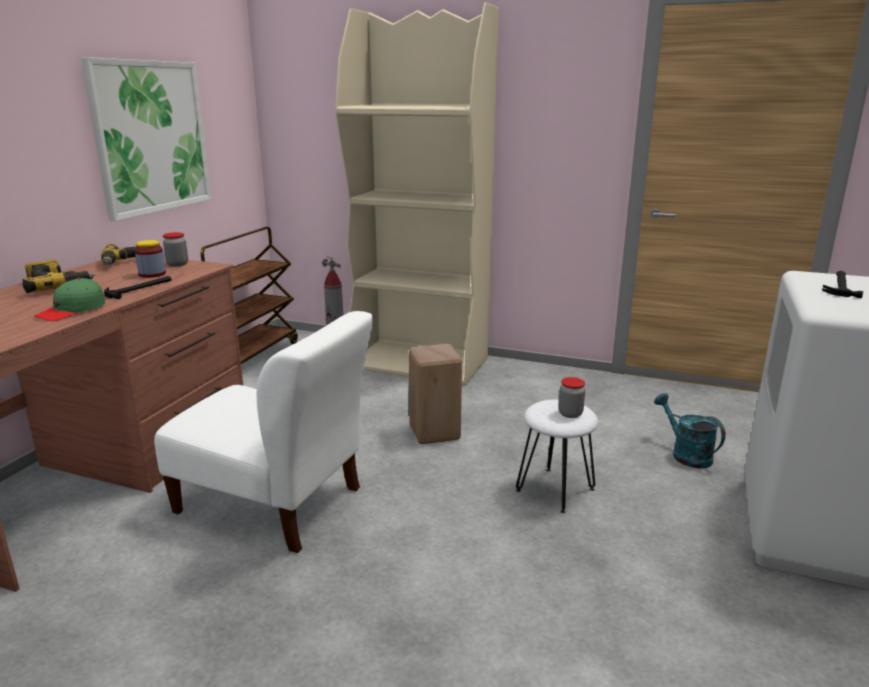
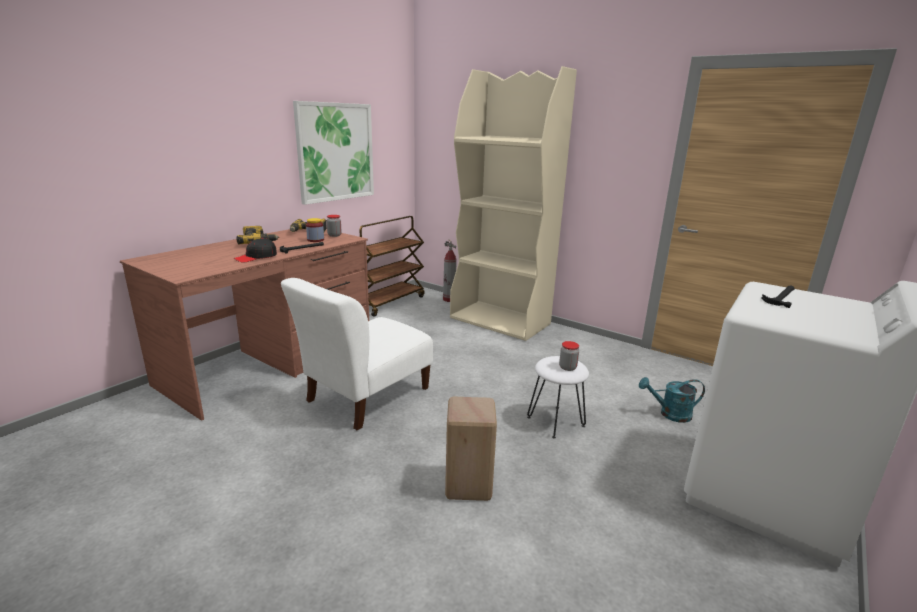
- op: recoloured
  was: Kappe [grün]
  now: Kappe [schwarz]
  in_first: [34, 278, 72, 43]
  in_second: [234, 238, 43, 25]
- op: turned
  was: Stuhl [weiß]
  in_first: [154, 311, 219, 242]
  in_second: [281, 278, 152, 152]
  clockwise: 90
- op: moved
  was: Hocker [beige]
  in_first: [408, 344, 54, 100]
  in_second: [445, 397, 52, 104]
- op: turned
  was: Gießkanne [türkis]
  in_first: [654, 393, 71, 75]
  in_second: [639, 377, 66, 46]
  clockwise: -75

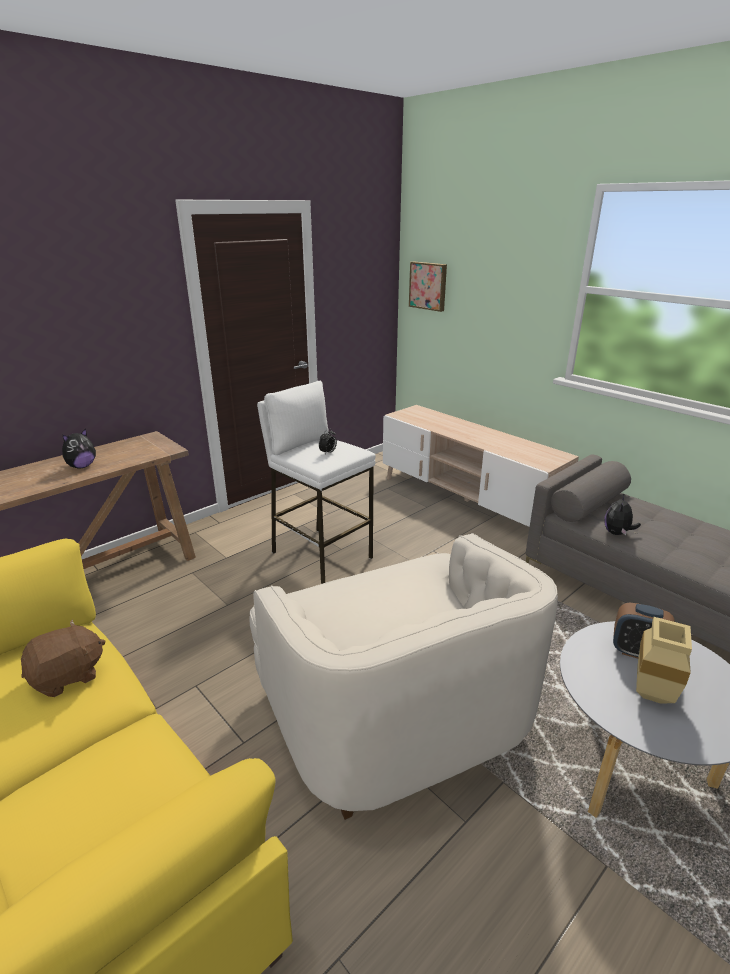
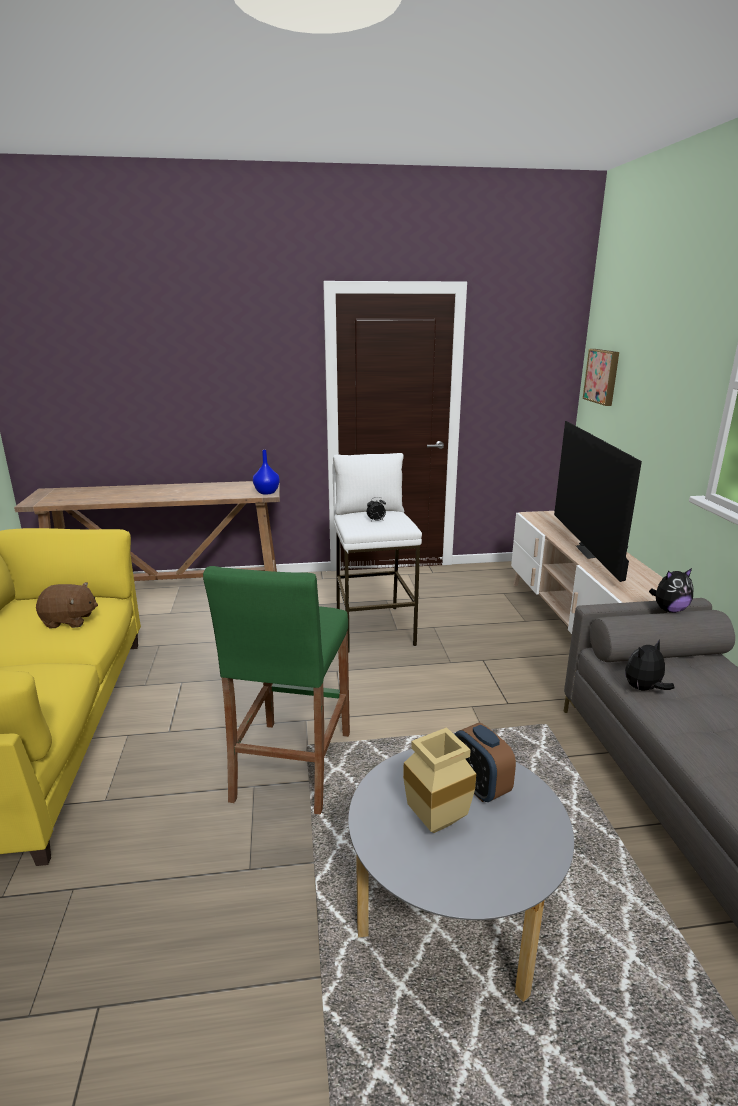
- op: replaced
  was: Sessel [weiß]
  now: Hocker [grün]
  in_first: [249, 533, 309, 287]
  in_second: [203, 566, 147, 249]
- op: added
  now: Vase [blau]
  in_second: [253, 450, 27, 45]
- op: added
  now: Fernseher
  in_second: [554, 421, 88, 161]
- op: moved
  was: Plüschtier
  in_first: [62, 428, 34, 40]
  in_second: [649, 568, 44, 45]

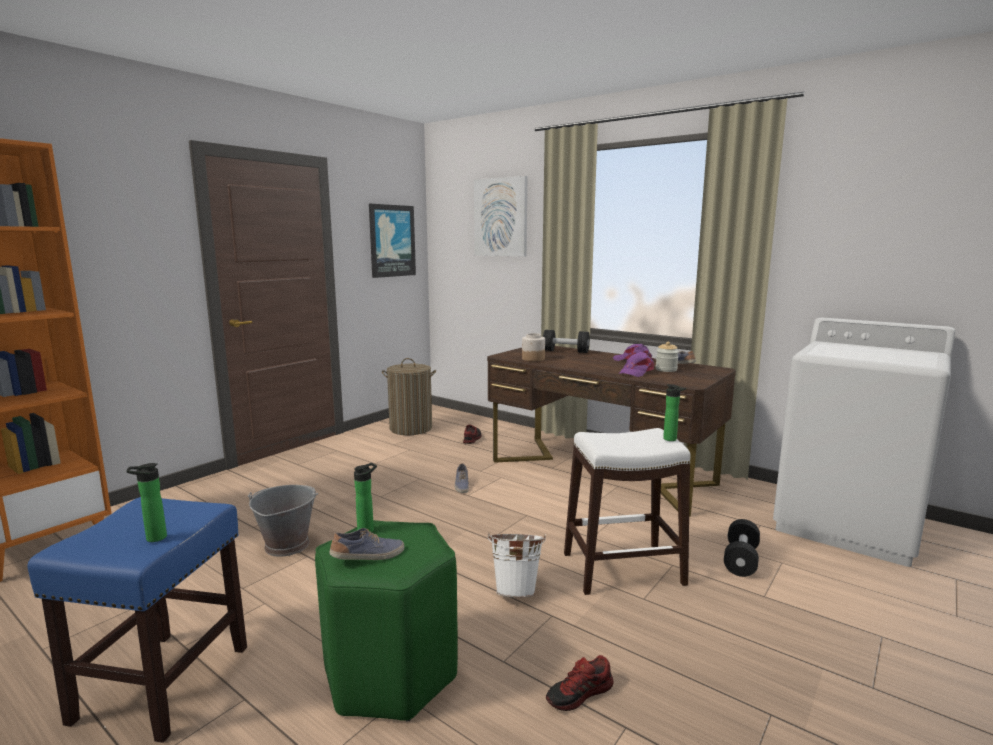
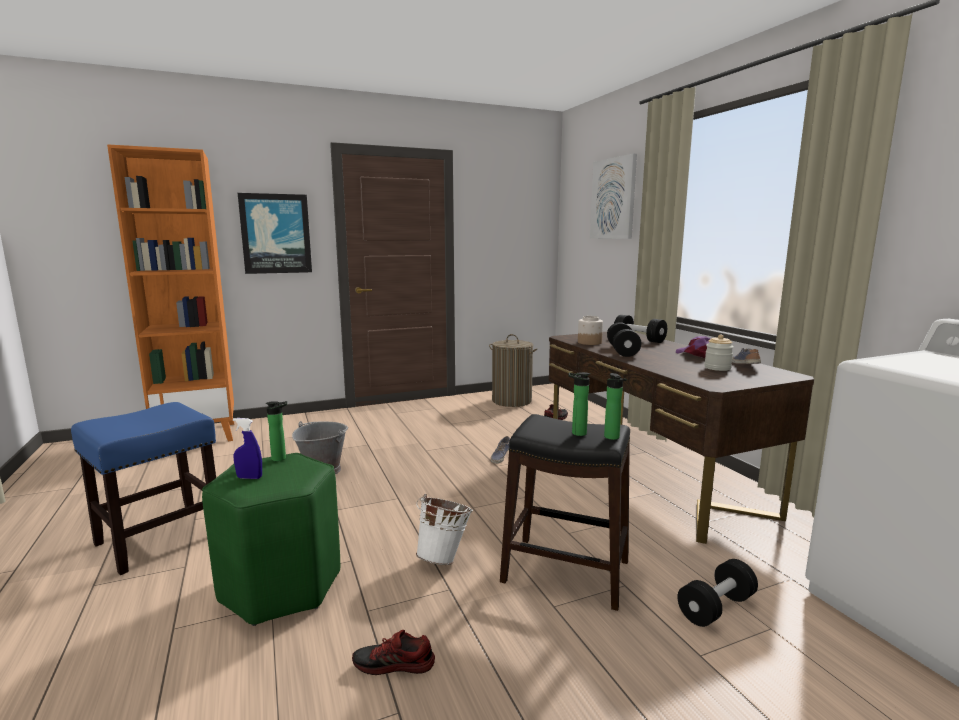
- op: replaced
  was: Schuh
  now: Sprühflasche [blau]
  in_first: [329, 528, 75, 32]
  in_second: [233, 418, 29, 61]
- op: moved
  was: Bild
  in_first: [369, 204, 47, 74]
  in_second: [238, 193, 74, 81]
- op: recoloured
  was: Hocker [weiß]
  now: Hocker [schwarz]
  in_first: [564, 428, 127, 167]
  in_second: [500, 414, 130, 197]
- op: moved
  was: Flasche
  in_first: [127, 463, 40, 79]
  in_second: [569, 372, 21, 64]
- op: added
  now: Hantel [schwarz]
  in_second: [607, 322, 34, 35]
- op: removed
  was: Kappe [lila]
  in_first: [619, 352, 35, 25]

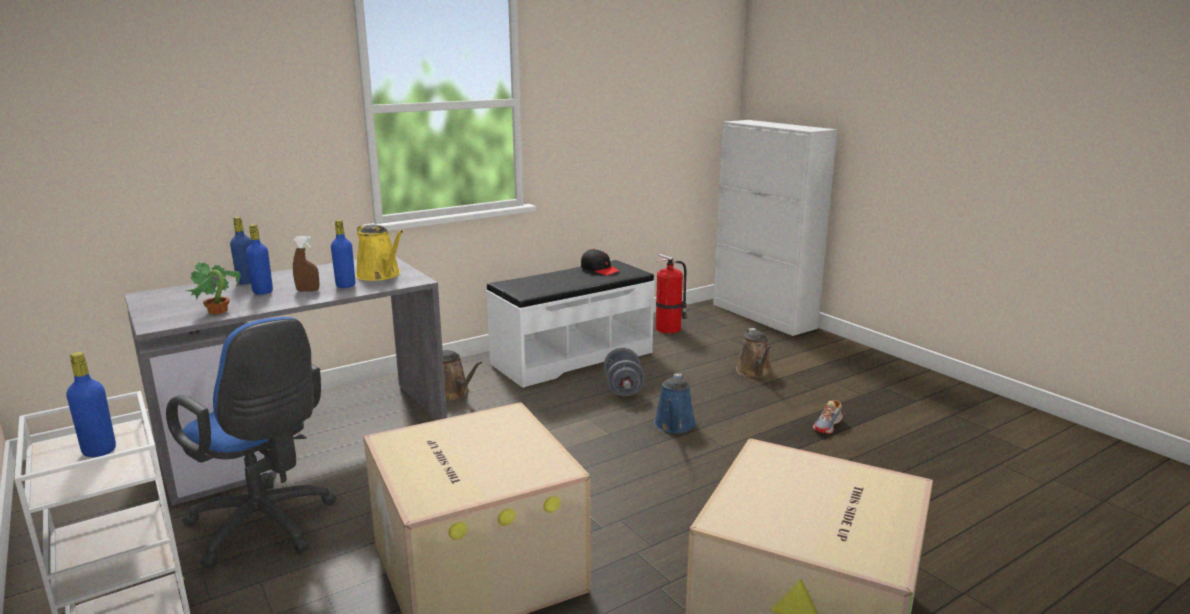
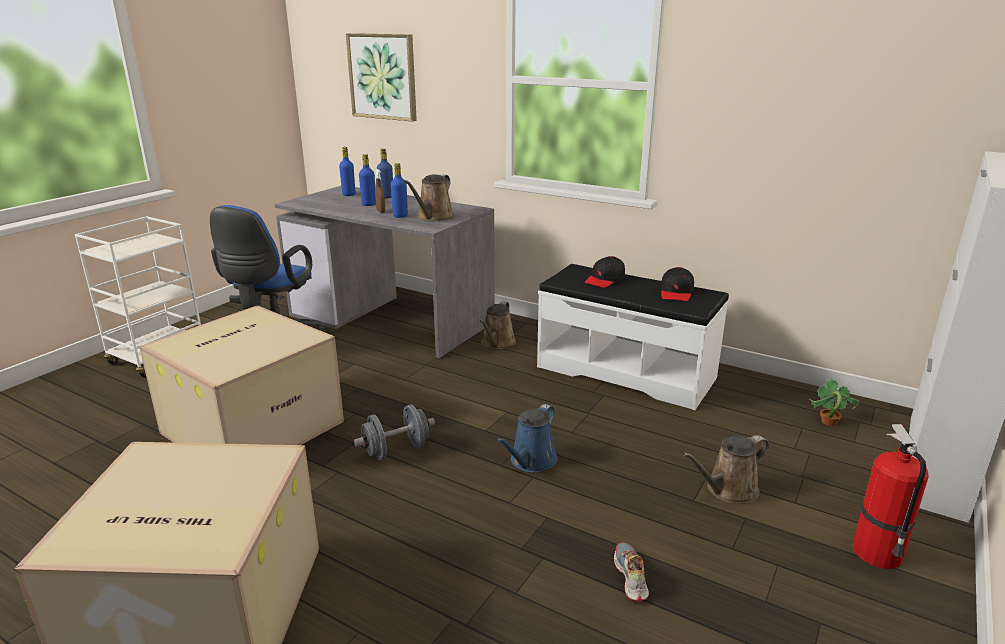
- op: moved
  was: Flasche [blau]
  in_first: [66, 352, 50, 105]
  in_second: [339, 147, 16, 49]
- op: added
  now: Bild
  in_second: [346, 33, 71, 89]
- op: moved
  was: Hantel [grau]
  in_first: [604, 348, 40, 48]
  in_second: [354, 405, 81, 55]
- op: recoloured
  was: Gießkanne [gelb]
  now: Gießkanne [braun]
  in_first: [356, 224, 48, 57]
  in_second: [404, 174, 50, 48]
- op: turned
  was: Gießkanne [blau]
  in_first: [654, 374, 42, 59]
  in_second: [496, 404, 61, 69]
  clockwise: -45
- op: added
  now: Kappe [schwarz]
  in_second: [584, 256, 41, 32]
- op: turned
  was: Schuh
  in_first: [813, 400, 30, 34]
  in_second: [614, 543, 35, 59]
  clockwise: 75
- op: moved
  was: Topfpflanze
  in_first: [186, 262, 55, 53]
  in_second: [809, 379, 51, 47]
- op: moved
  was: Feuerlöscher
  in_first: [656, 253, 31, 80]
  in_second: [853, 424, 76, 145]

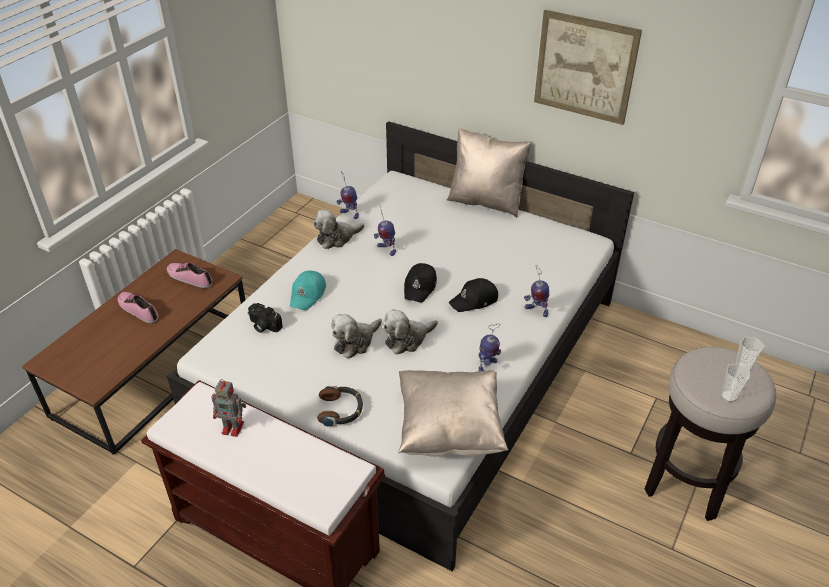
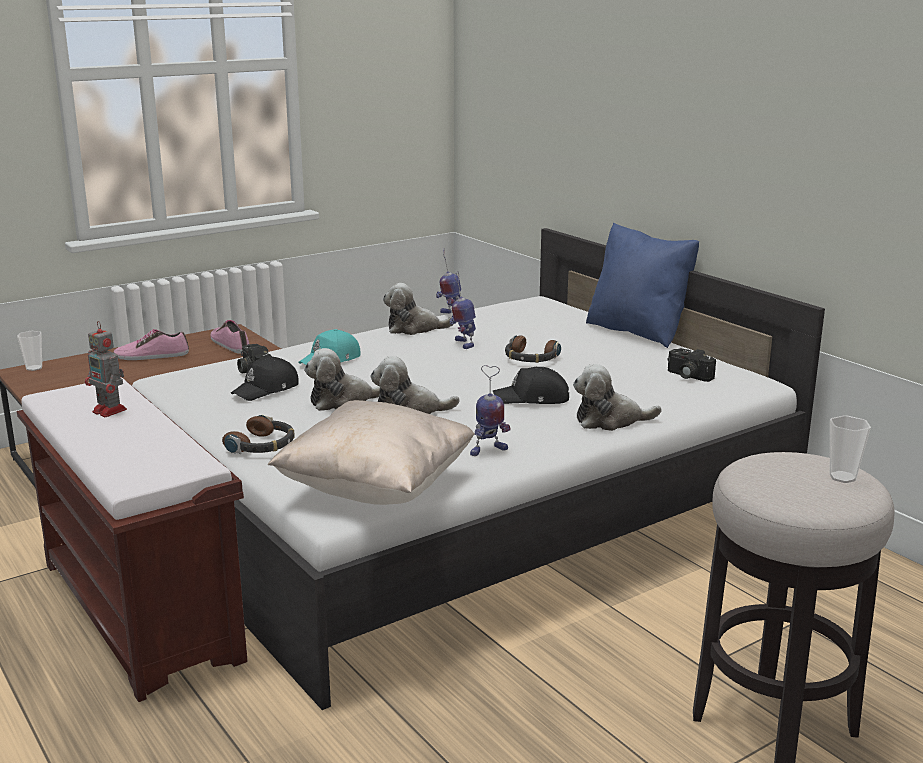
- op: moved
  was: Tasse
  in_first: [721, 364, 29, 38]
  in_second: [17, 331, 25, 40]
- op: turned
  was: Schuh
  in_first: [118, 292, 41, 31]
  in_second: [114, 329, 75, 31]
  clockwise: -75
- op: moved
  was: Kappe [schwarz]
  in_first: [404, 263, 33, 39]
  in_second: [231, 356, 68, 45]
- op: added
  now: Kopfhörer
  in_second: [505, 335, 56, 28]
- op: replaced
  was: Spielzeugroboter
  now: Plüschtier
  in_first: [524, 265, 25, 52]
  in_second: [573, 364, 88, 67]
- op: recoloured
  was: Kissen [beige]
  now: Kissen [blau]
  in_first: [447, 128, 84, 89]
  in_second: [586, 223, 113, 125]
- op: added
  now: Kamera
  in_second: [667, 348, 49, 34]
- op: removed
  was: Bild
  in_first: [534, 10, 108, 115]

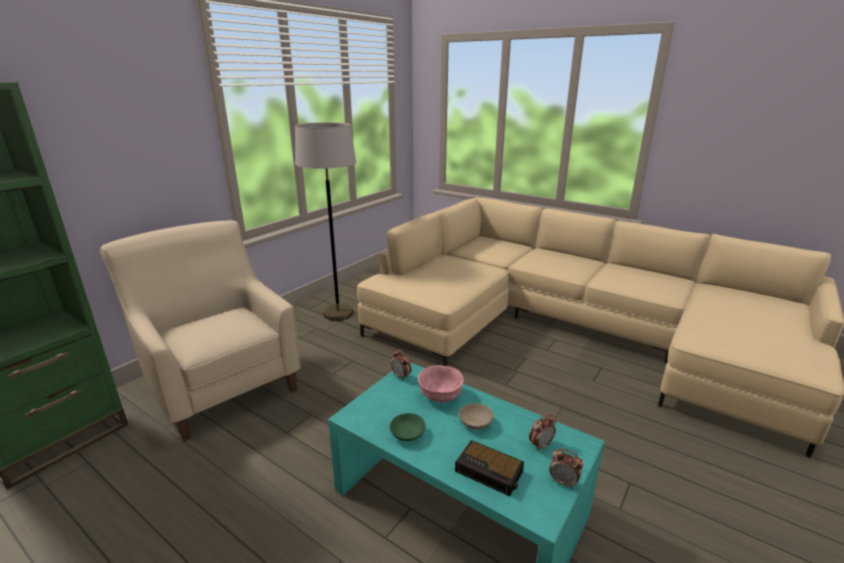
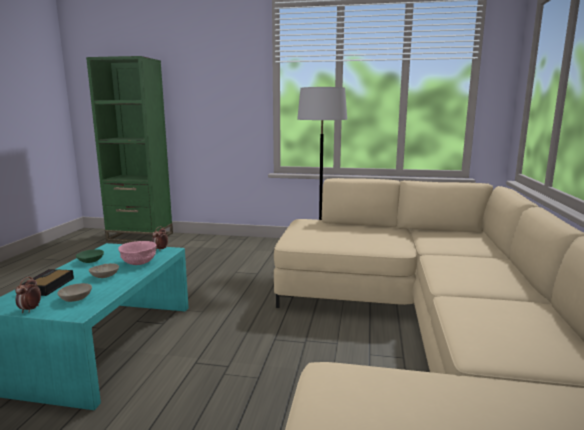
- op: replaced
  was: Wecker
  now: Schüssel [beige]
  in_first: [529, 414, 27, 37]
  in_second: [57, 283, 35, 19]
- op: removed
  was: Sessel [beige]
  in_first: [100, 220, 201, 222]

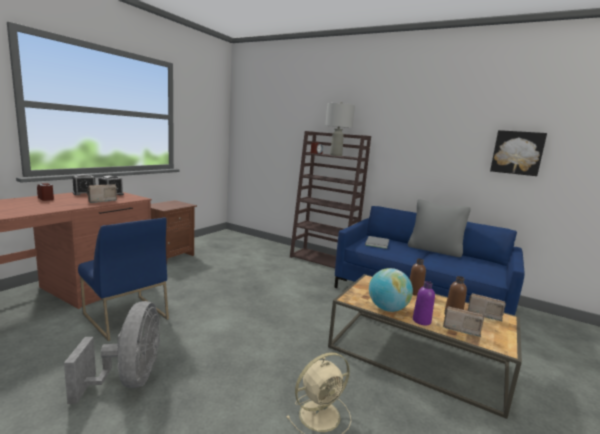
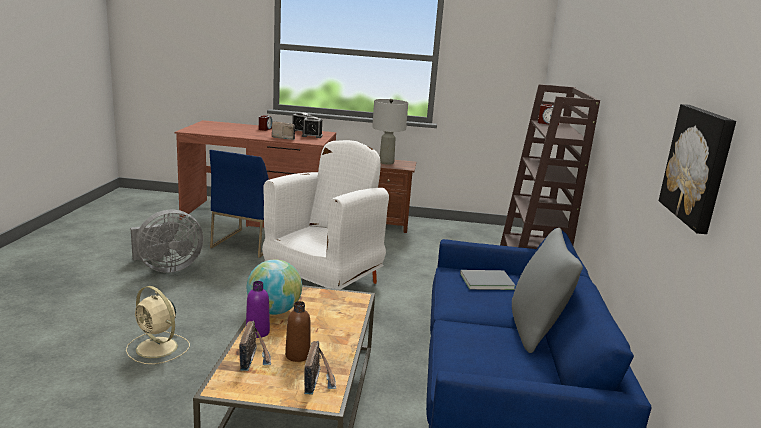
- op: added
  now: Sessel [weiß]
  in_second: [262, 140, 127, 149]
- op: moved
  was: Tischlampe [grau]
  in_first: [325, 102, 30, 54]
  in_second: [372, 99, 36, 66]
- op: removed
  was: Flasche [braun]
  in_first: [410, 258, 16, 38]

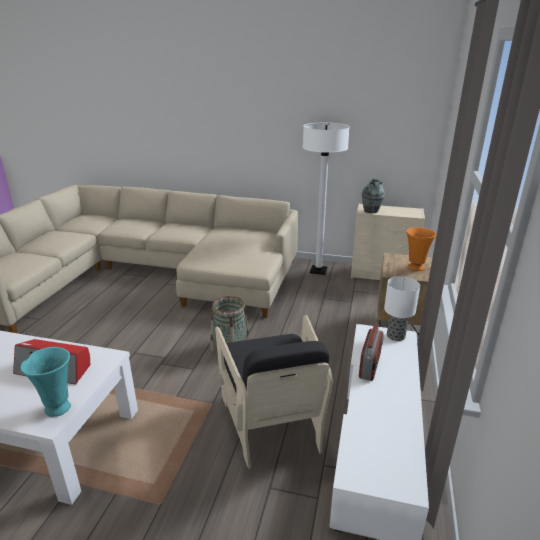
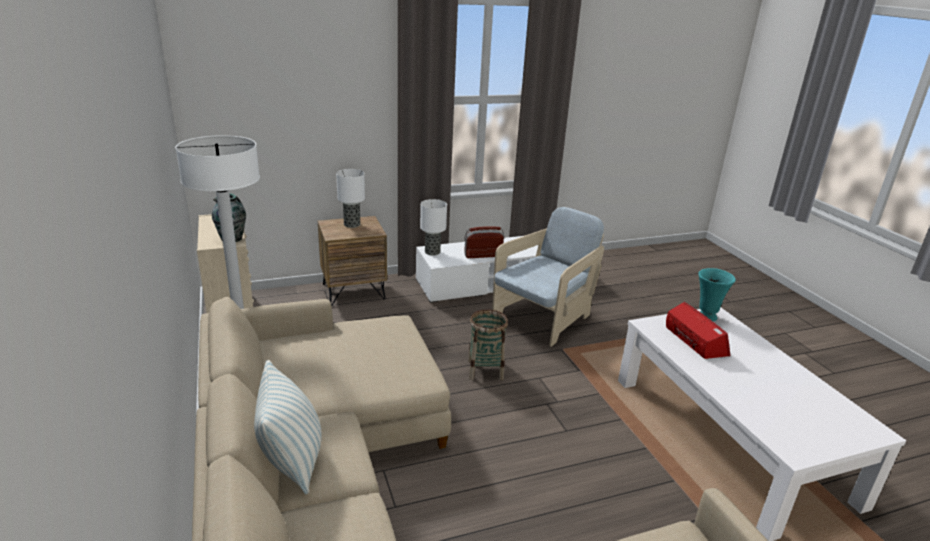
- op: added
  now: Kissen
  in_second: [254, 360, 68, 135]
- op: replaced
  was: Vase [orange]
  now: Tischlampe
  in_first: [406, 227, 30, 44]
  in_second: [336, 169, 29, 59]
- op: recoloured
  was: Sessel [schwarz]
  now: Sessel [beige]
  in_first: [215, 315, 117, 153]
  in_second: [493, 207, 111, 140]

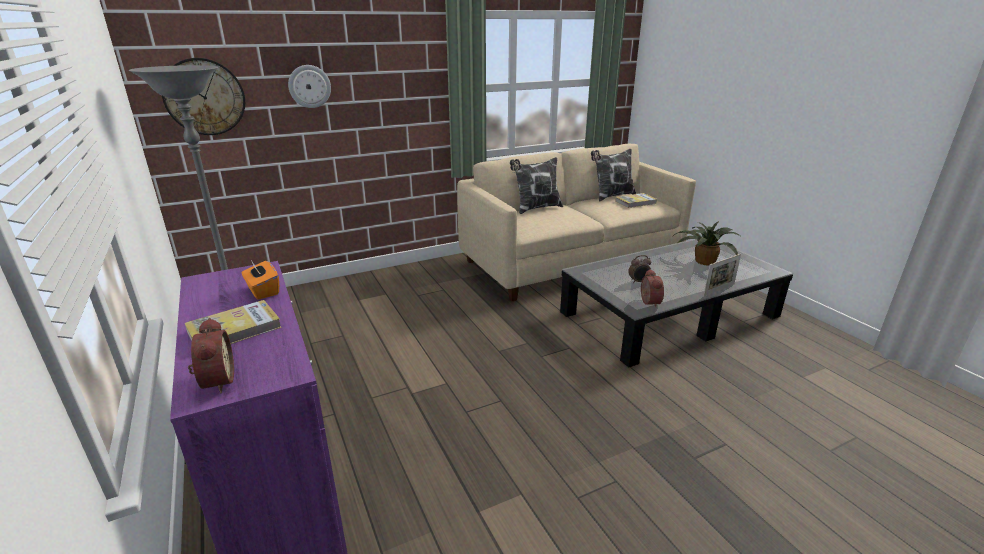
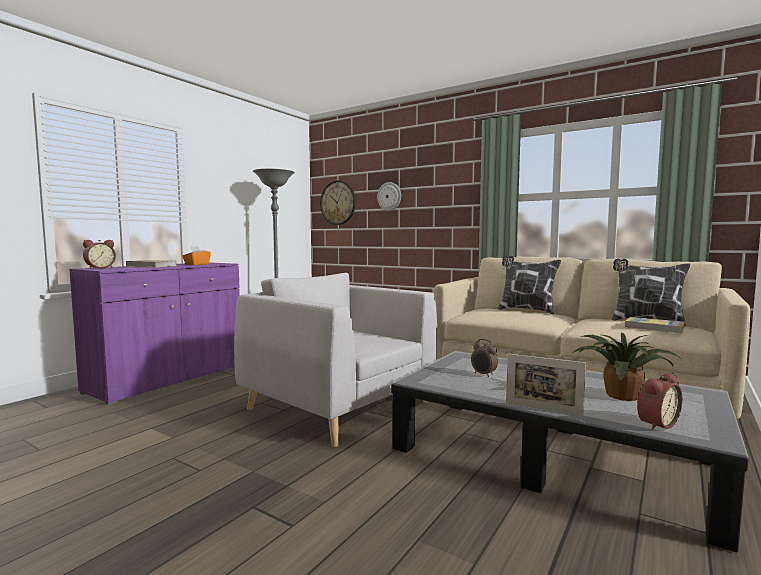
- op: added
  now: Sessel [grau]
  in_second: [234, 273, 204, 174]
- op: moved
  was: Wecker
  in_first: [641, 269, 23, 39]
  in_second: [637, 373, 45, 57]

